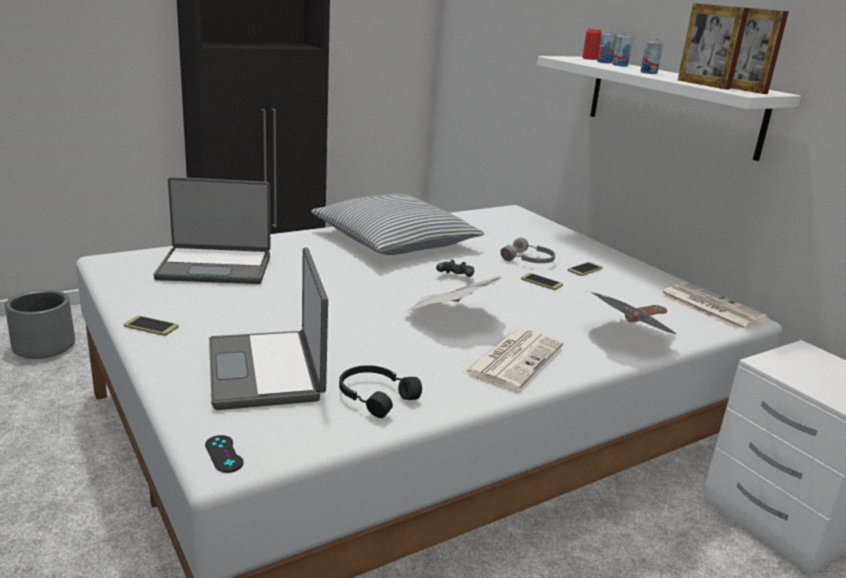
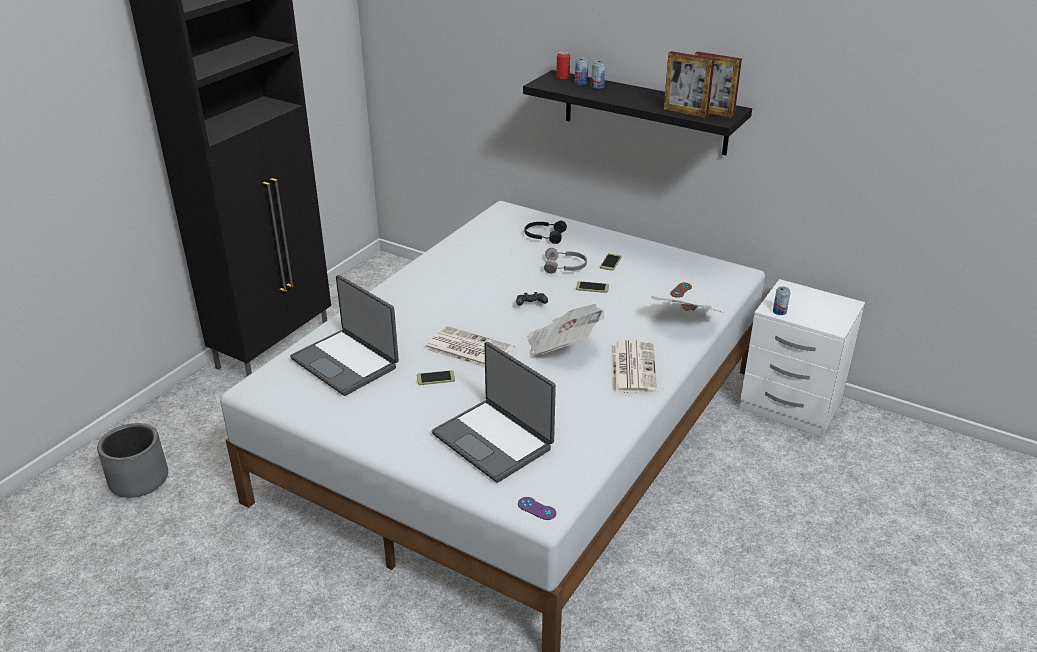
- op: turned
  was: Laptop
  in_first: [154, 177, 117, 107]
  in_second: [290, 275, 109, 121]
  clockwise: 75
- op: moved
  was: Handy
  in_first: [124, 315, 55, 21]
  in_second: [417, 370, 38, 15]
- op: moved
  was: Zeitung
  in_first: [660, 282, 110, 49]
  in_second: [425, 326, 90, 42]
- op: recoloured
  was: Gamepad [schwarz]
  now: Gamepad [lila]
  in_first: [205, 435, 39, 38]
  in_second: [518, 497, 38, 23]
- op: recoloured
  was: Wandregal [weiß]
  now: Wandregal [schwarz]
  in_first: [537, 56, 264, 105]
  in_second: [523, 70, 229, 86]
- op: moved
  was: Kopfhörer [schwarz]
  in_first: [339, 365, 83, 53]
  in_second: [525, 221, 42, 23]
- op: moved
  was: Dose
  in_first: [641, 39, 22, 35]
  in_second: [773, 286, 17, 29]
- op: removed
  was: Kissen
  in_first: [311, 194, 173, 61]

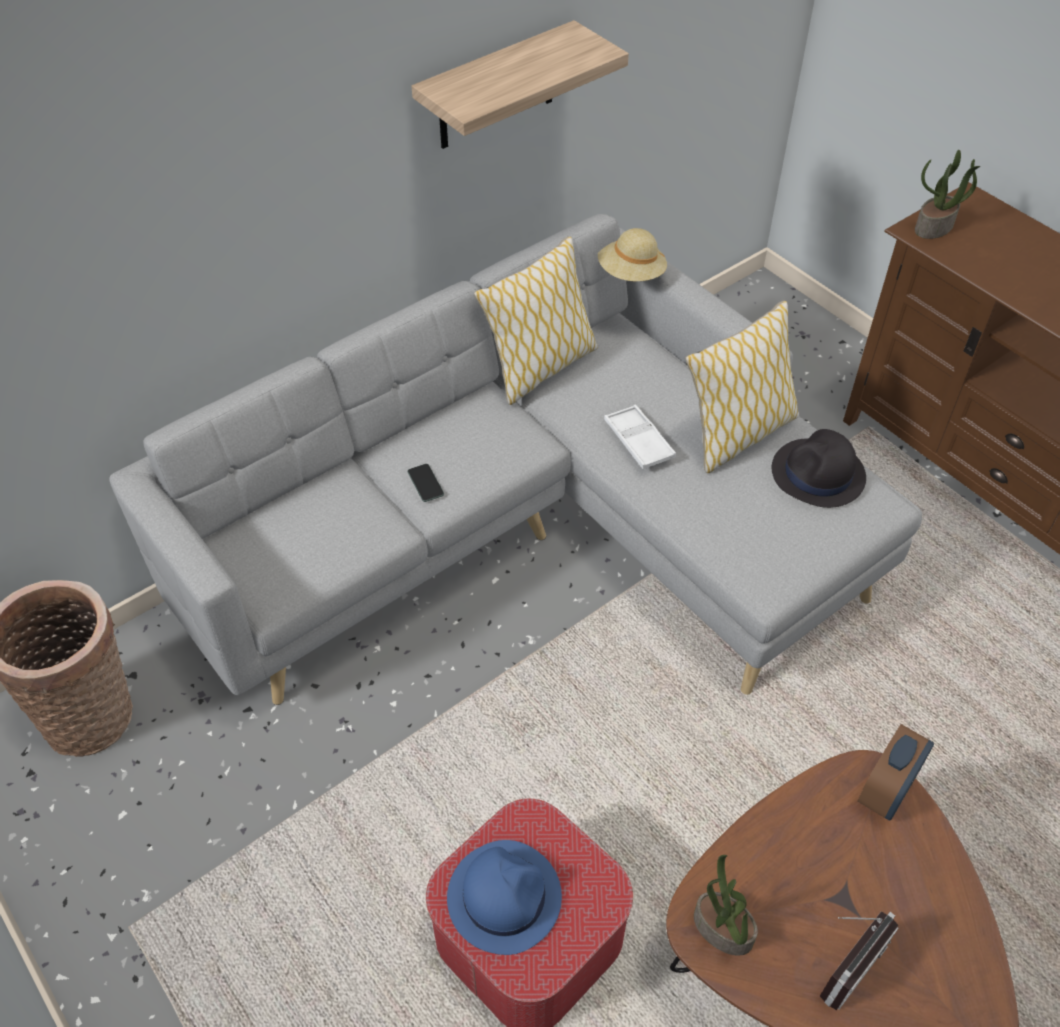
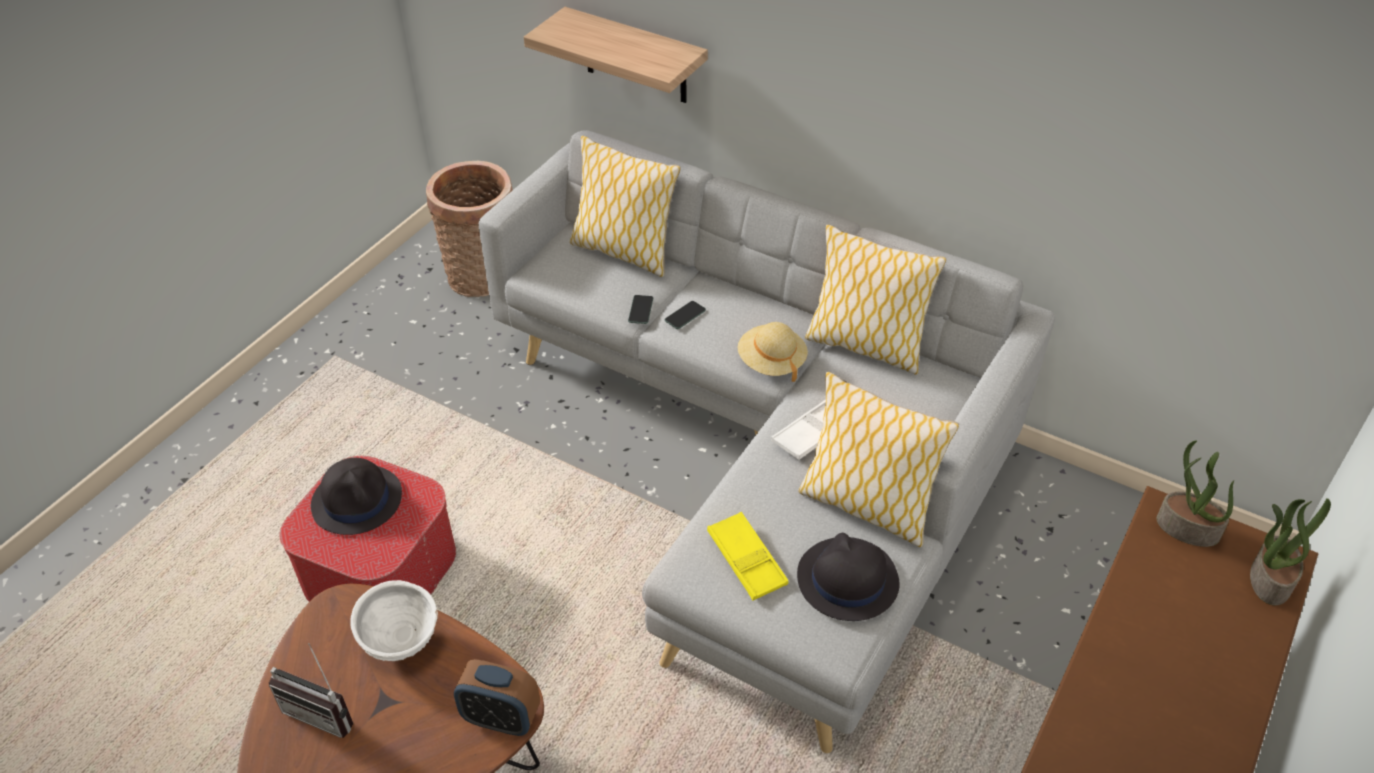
- op: recoloured
  was: Hut [blau]
  now: Hut [schwarz]
  in_first: [447, 840, 115, 115]
  in_second: [311, 458, 91, 77]
- op: added
  now: Schüssel [weiß]
  in_second: [350, 580, 88, 81]
- op: moved
  was: Wandregal
  in_first: [412, 20, 217, 129]
  in_second: [524, 7, 184, 96]
- op: added
  now: Kissen
  in_second: [570, 136, 111, 141]
- op: added
  now: Handy
  in_second: [628, 295, 25, 29]
- op: added
  now: Tablett [gelb]
  in_second: [707, 512, 82, 88]
- op: moved
  was: Hut [beige]
  in_first: [598, 228, 69, 53]
  in_second: [737, 322, 71, 60]
- op: moved
  was: Topfpflanze
  in_first: [694, 855, 64, 101]
  in_second: [1250, 498, 81, 107]

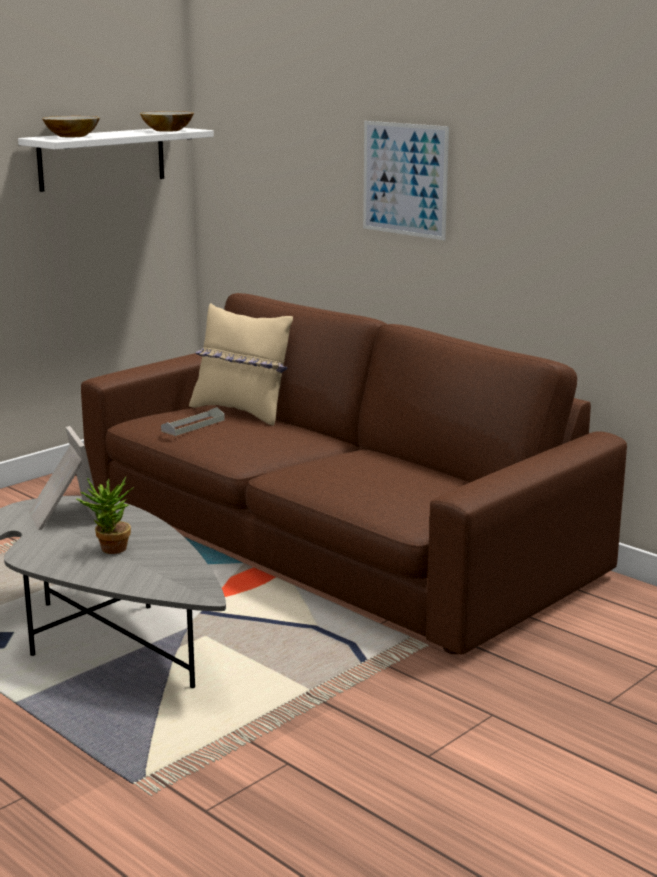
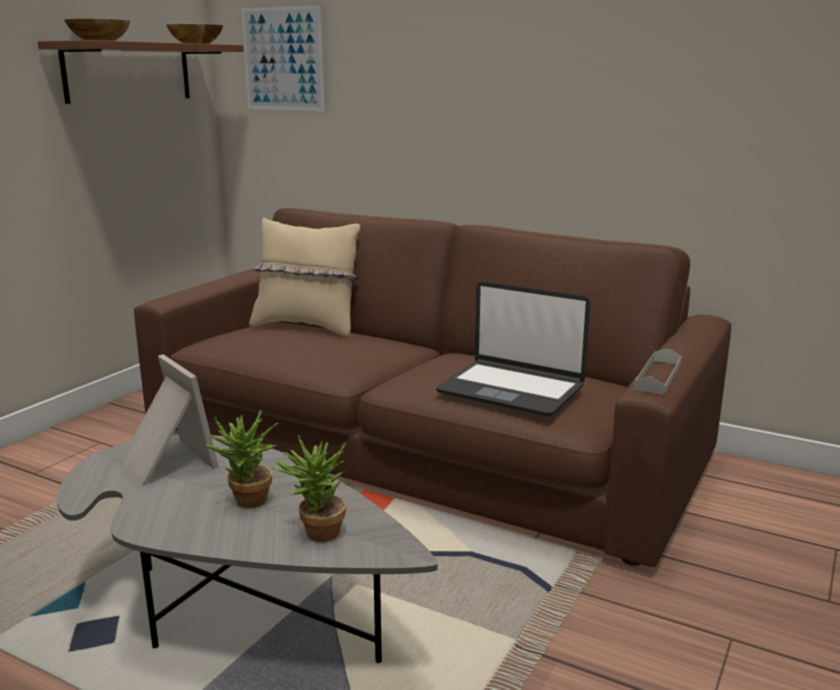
- op: recoloured
  was: Wandregal [weiß]
  now: Wandregal [braun]
  in_first: [18, 128, 196, 64]
  in_second: [38, 40, 206, 64]
- op: moved
  was: Bild
  in_first: [363, 121, 86, 119]
  in_second: [241, 5, 84, 106]
- op: added
  now: Topfpflanze
  in_second: [272, 435, 75, 107]
- op: added
  now: Laptop
  in_second: [436, 281, 155, 135]
- op: moved
  was: Tablett [grau]
  in_first: [161, 407, 64, 29]
  in_second: [634, 348, 48, 47]

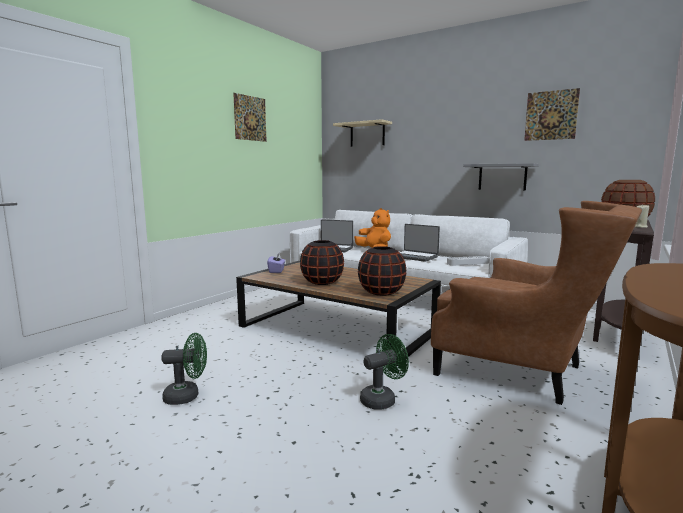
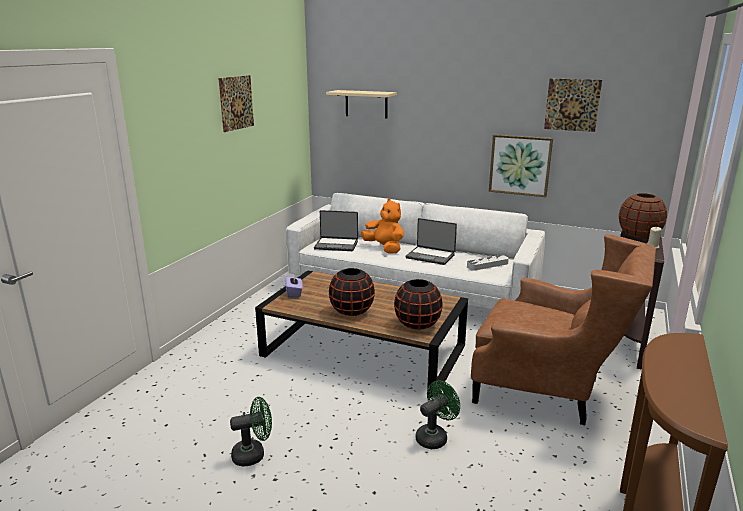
- op: replaced
  was: Wandregal [grau]
  now: Bild
  in_first: [463, 163, 76, 28]
  in_second: [489, 134, 64, 63]

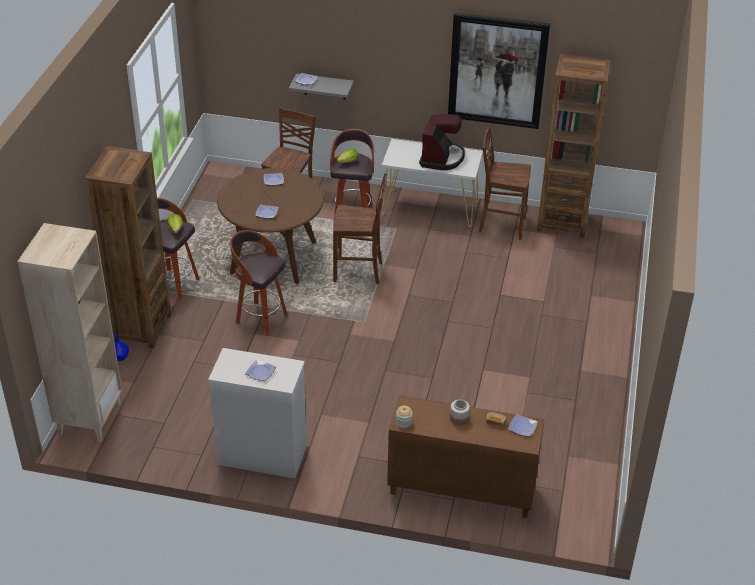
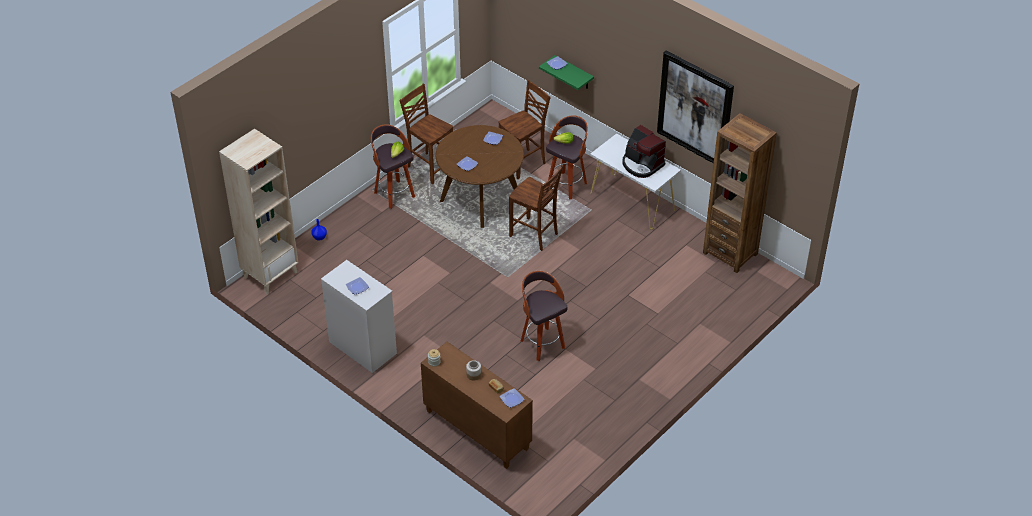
- op: moved
  was: Stuhl [braun]
  in_first: [479, 125, 52, 115]
  in_second: [399, 83, 54, 101]
- op: moved
  was: Hocker
  in_first: [230, 230, 57, 106]
  in_second: [521, 271, 46, 90]
- op: recoloured
  was: Wandregal [grau]
  now: Wandregal [grün]
  in_first: [289, 73, 65, 27]
  in_second: [539, 55, 55, 35]
- op: turned
  was: Kaffeemaschine
  in_first: [419, 114, 46, 56]
  in_second: [622, 125, 44, 53]
  clockwise: 90
- op: removed
  was: Bücherregal [braun]
  in_first: [85, 146, 86, 202]

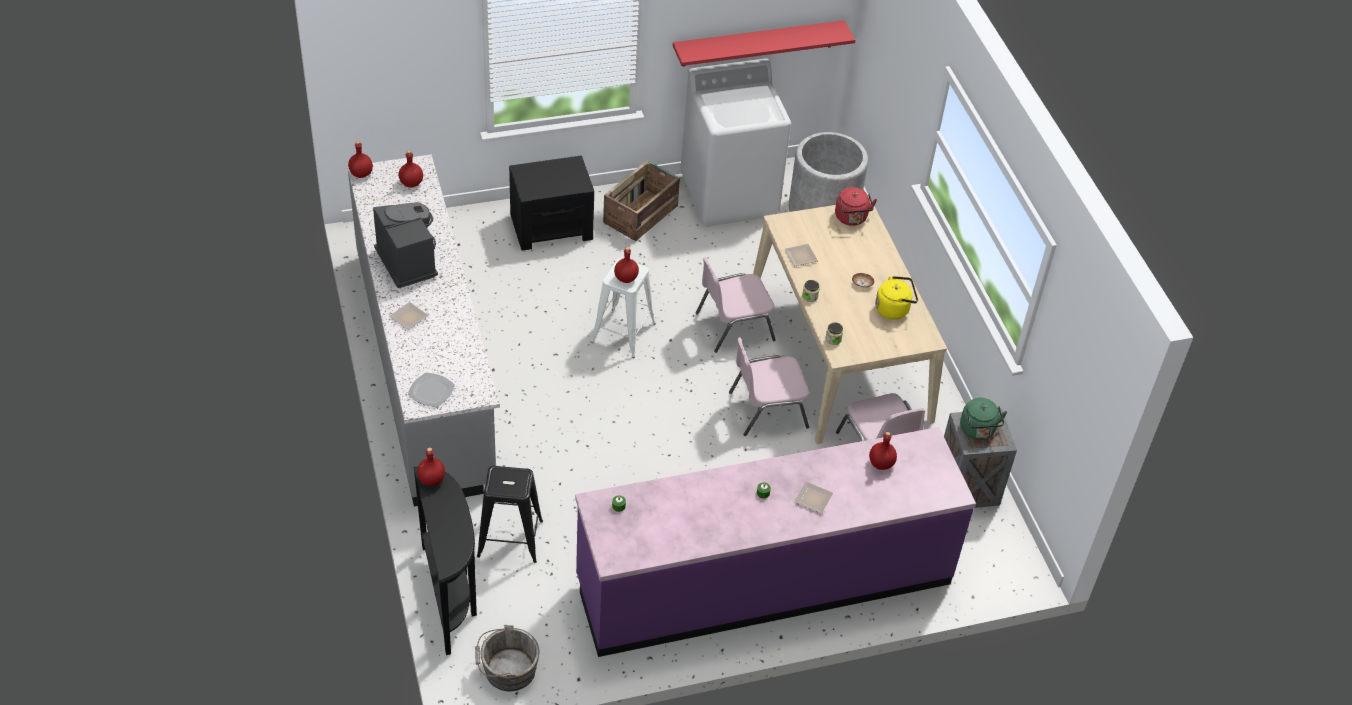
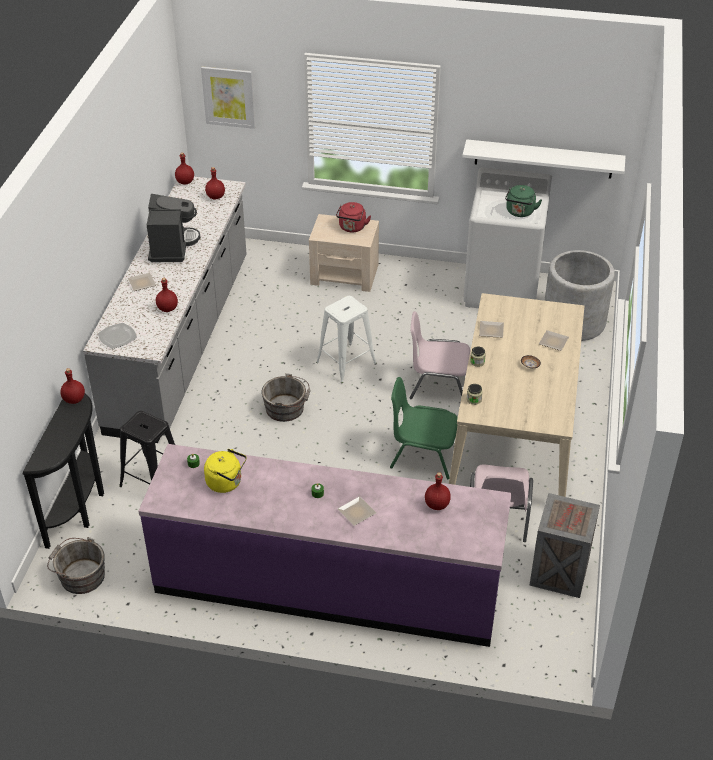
- op: moved
  was: Flasche [rot]
  in_first: [614, 247, 25, 36]
  in_second: [156, 278, 22, 34]
- op: added
  now: Bild
  in_second: [201, 67, 54, 62]
- op: moved
  was: Wasserkessel [gelb]
  in_first: [875, 276, 43, 44]
  in_second: [204, 449, 43, 44]
- op: added
  now: Eimer [grau]
  in_second: [262, 373, 49, 49]
- op: recoloured
  was: Nachttisch [schwarz]
  now: Nachttisch [beige]
  in_first: [509, 155, 85, 96]
  in_second: [309, 214, 70, 78]
- op: moved
  was: Wasserkessel [rot]
  in_first: [835, 187, 42, 39]
  in_second: [336, 202, 35, 31]
- op: recoloured
  was: Stuhl [rosa]
  now: Stuhl [grün]
  in_first: [729, 337, 80, 99]
  in_second: [390, 377, 68, 102]
- op: recoloured
  was: Wandregal [rot]
  now: Wandregal [weiß]
  in_first: [673, 20, 183, 47]
  in_second: [462, 139, 164, 40]
- op: moved
  was: Wasserkessel [grün]
  in_first: [960, 398, 47, 42]
  in_second: [505, 185, 37, 32]
- op: added
  now: Teller
  in_second: [539, 330, 30, 21]
- op: removed
  was: Kiste
  in_first: [603, 160, 77, 81]

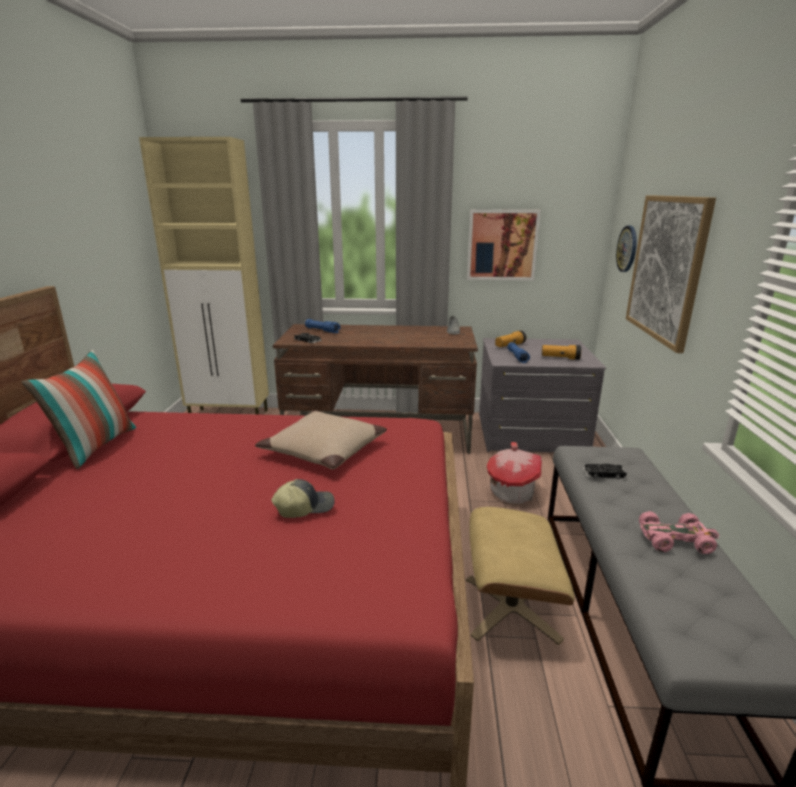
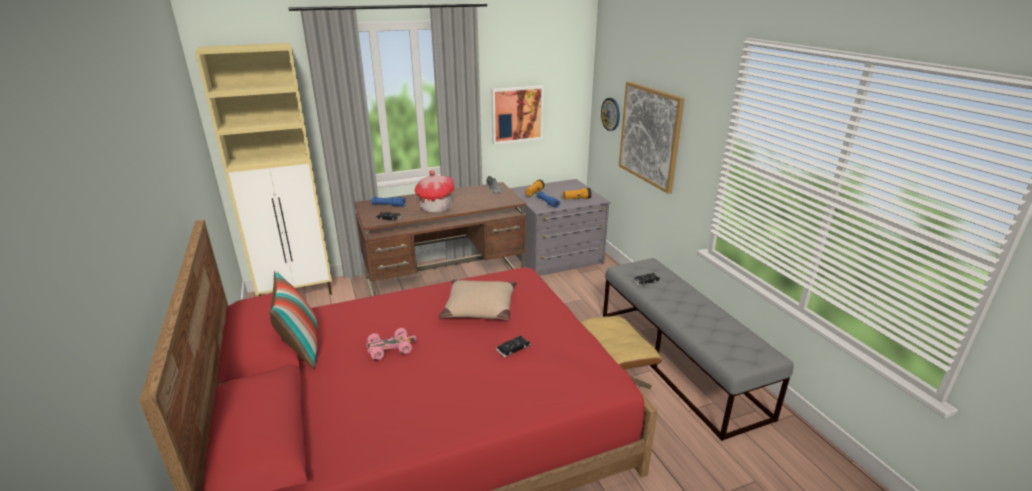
- op: moved
  was: Spielzeugauto [rosa]
  in_first: [639, 511, 80, 43]
  in_second: [367, 328, 50, 32]
- op: moved
  was: Spielzeughaus
  in_first: [487, 442, 55, 62]
  in_second: [415, 170, 40, 43]
- op: replaced
  was: Kappe
  now: Spielzeugauto [schwarz]
  in_first: [271, 479, 63, 39]
  in_second: [496, 336, 34, 21]

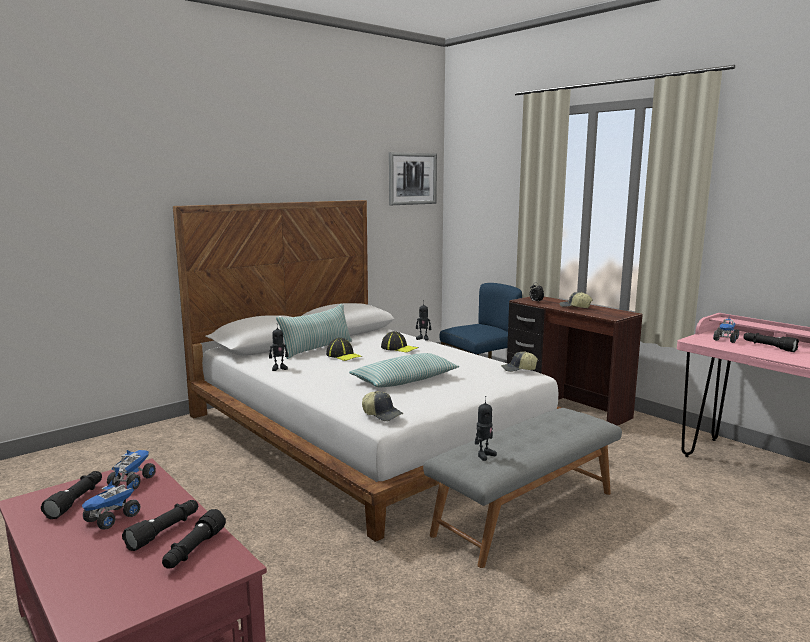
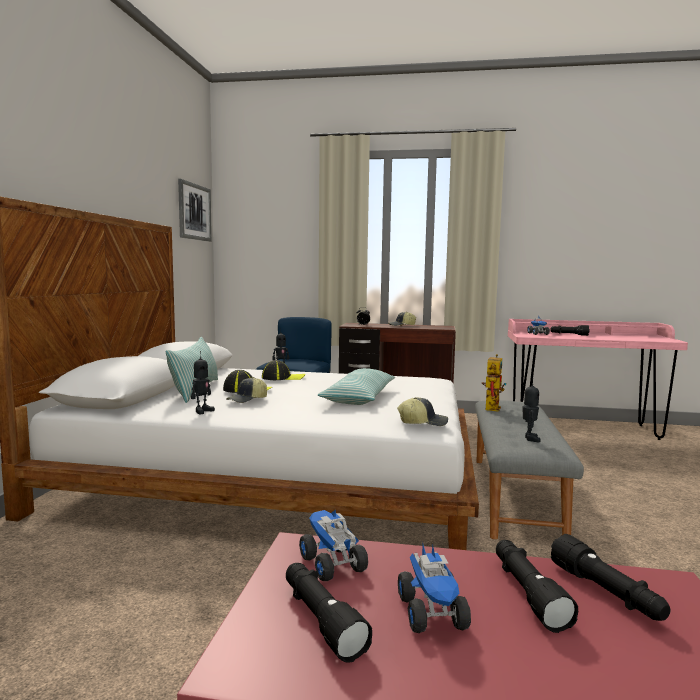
- op: moved
  was: Kappe
  in_first: [501, 351, 37, 21]
  in_second: [226, 377, 41, 26]
- op: added
  now: Spielzeugroboter
  in_second: [482, 354, 24, 58]

